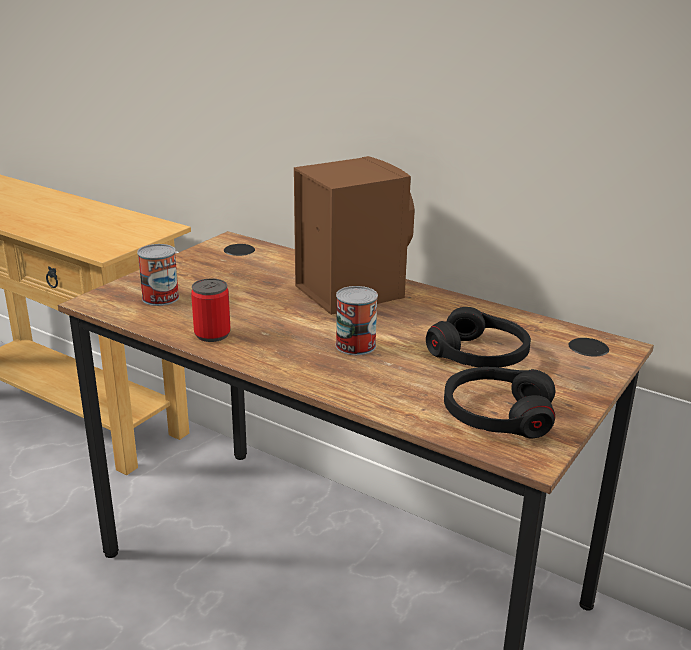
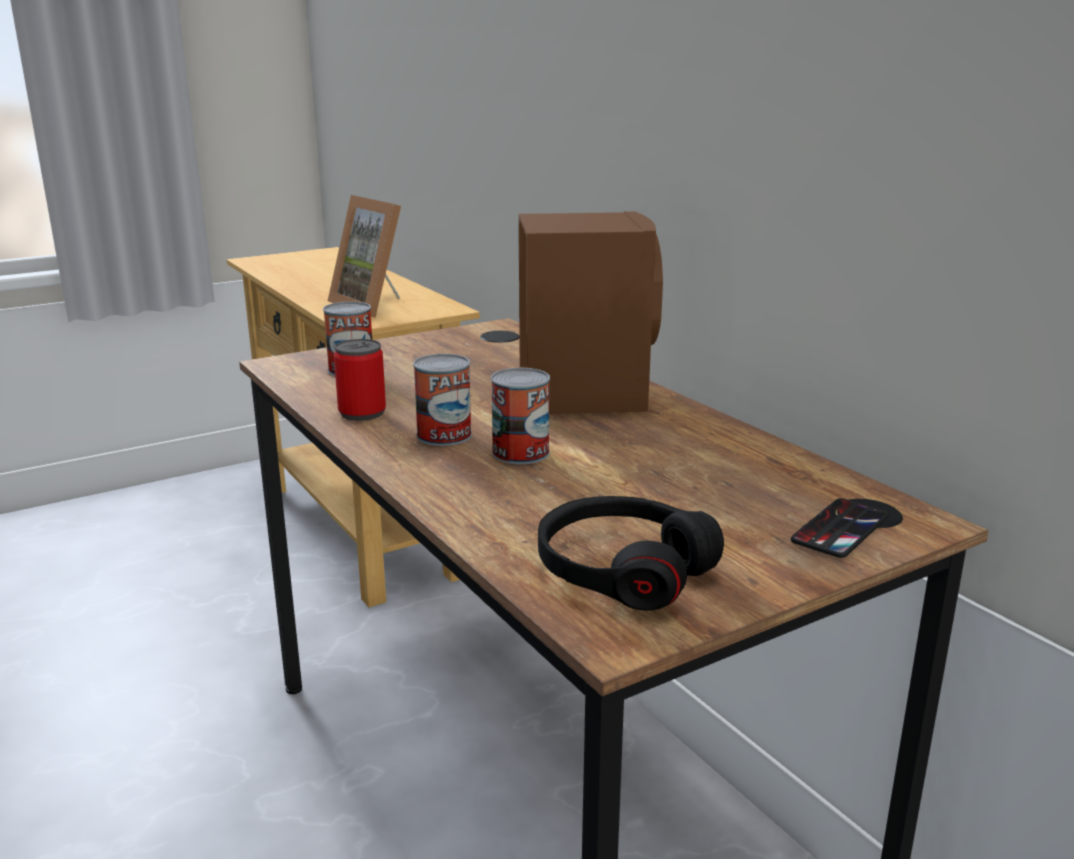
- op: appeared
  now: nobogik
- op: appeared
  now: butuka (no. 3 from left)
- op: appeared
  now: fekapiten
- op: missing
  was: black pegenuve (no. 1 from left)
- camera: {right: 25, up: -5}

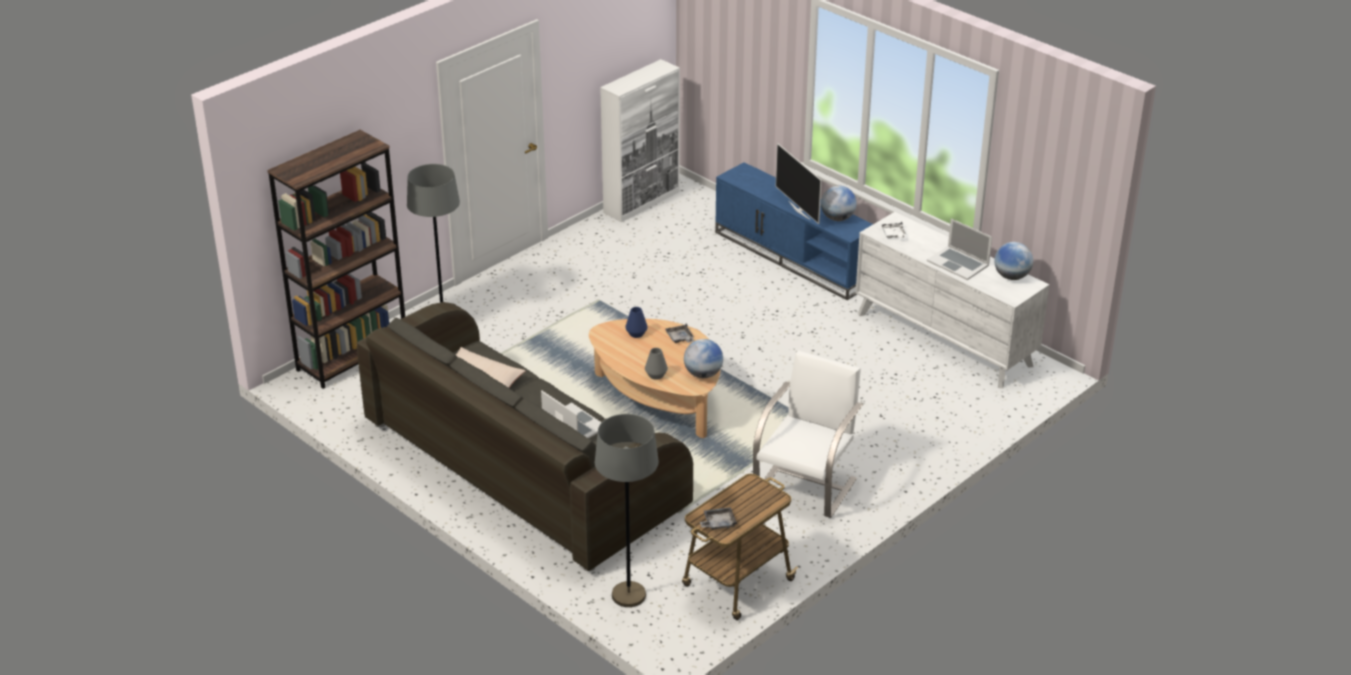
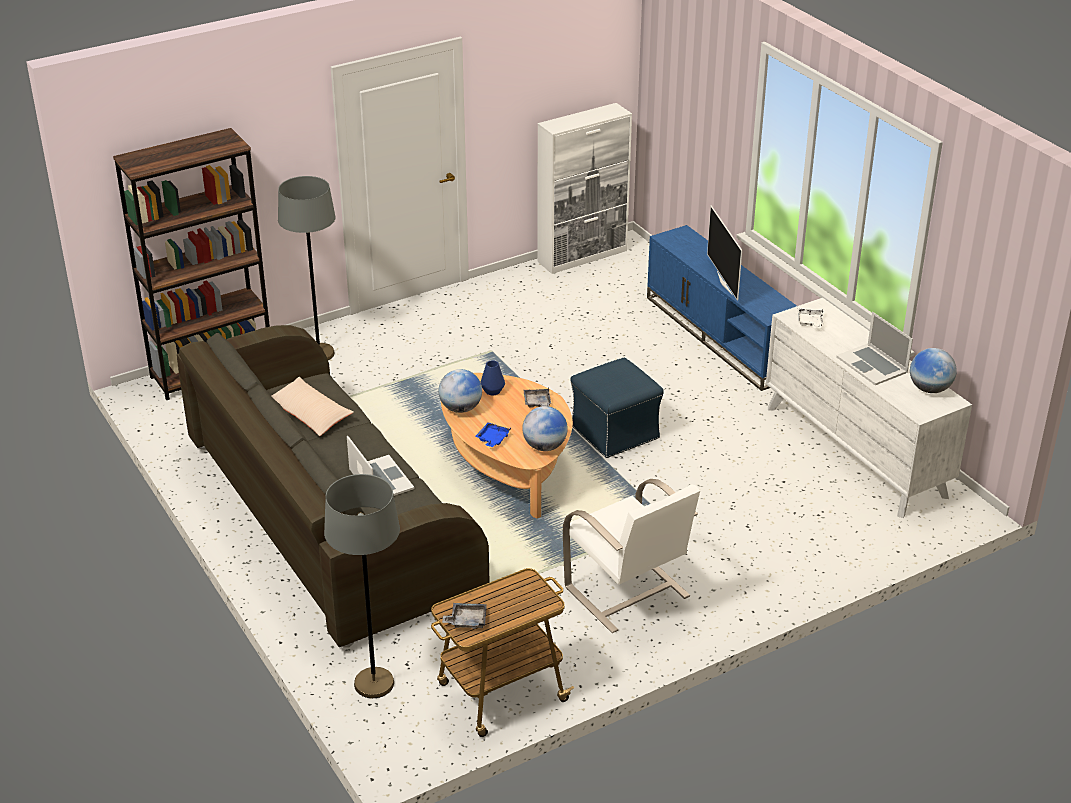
- op: relocated
  was: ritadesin (no. 2 from left in the first image)
  now: ritadesin (no. 1 from left)
- op: exchanged
  was: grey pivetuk
  now: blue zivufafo
- op: spun
  was: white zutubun
  clockwise: 105
- op: appeared
  now: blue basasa
- camera: {right: 15, up: 0}

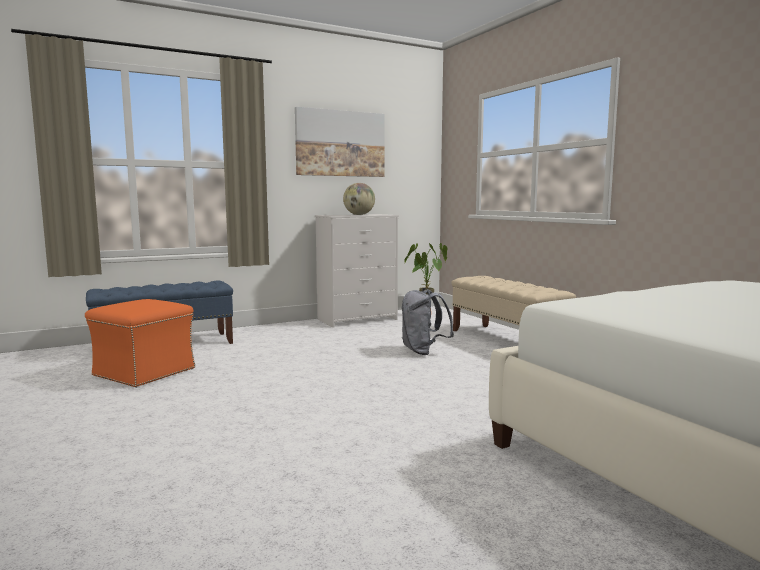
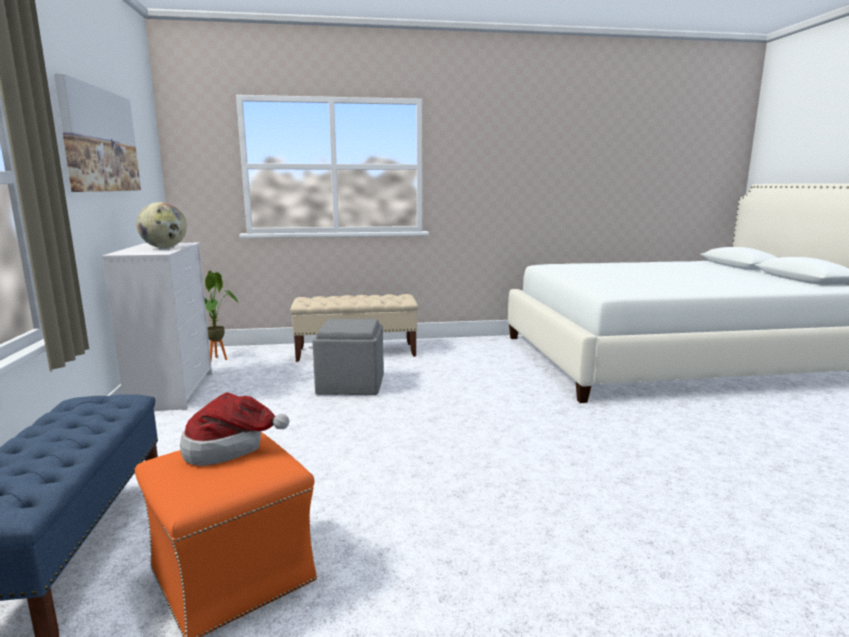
- op: appeared
  now: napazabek
- op: exchanged
  was: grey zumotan
  now: grey basasa
- camera: {right: -70, up: 5}

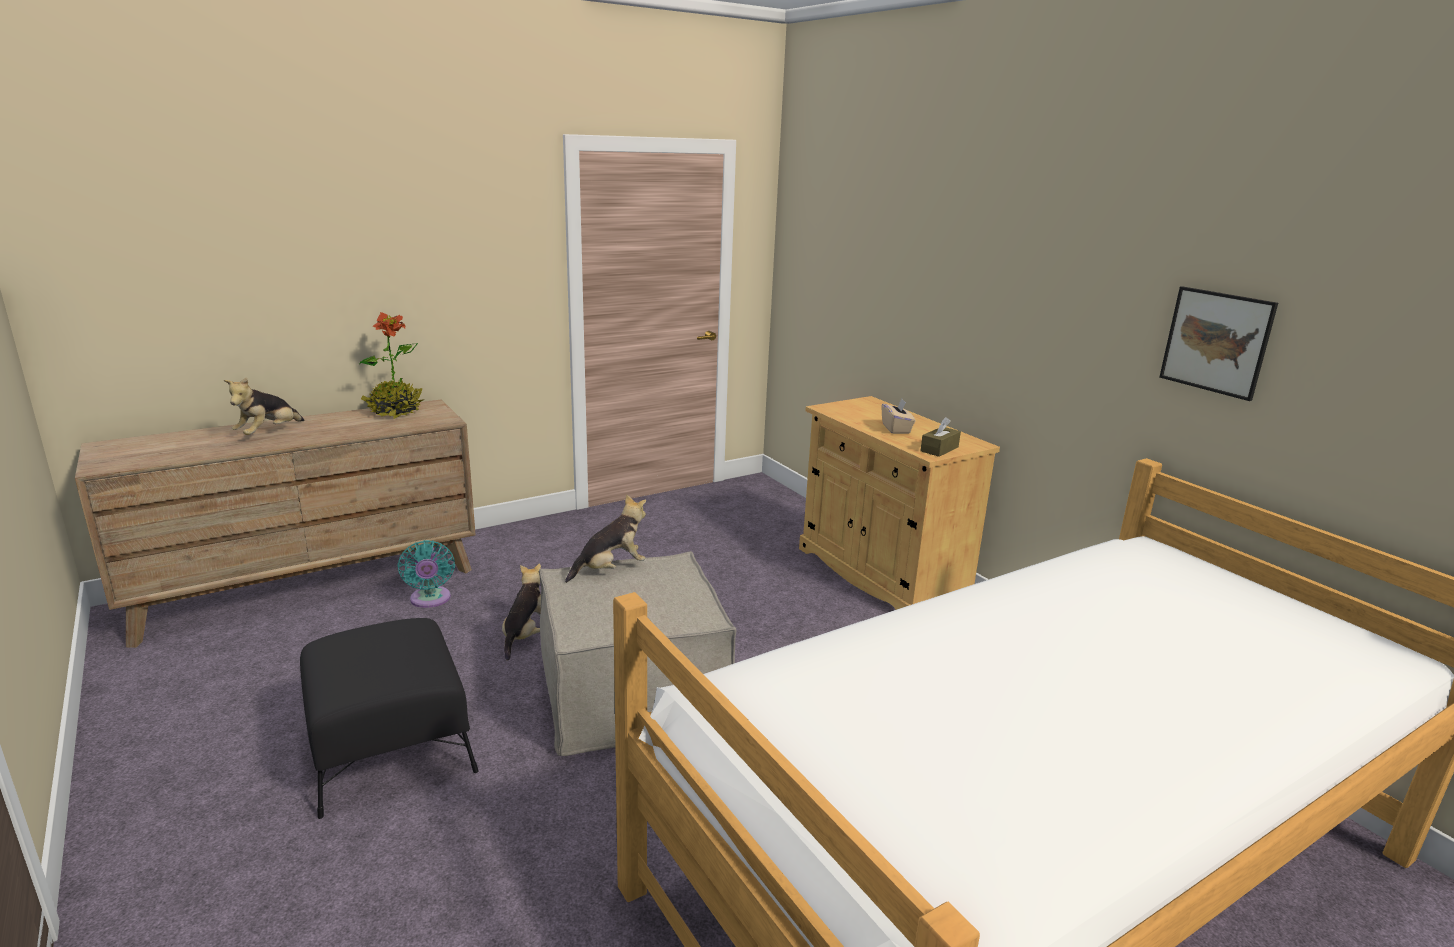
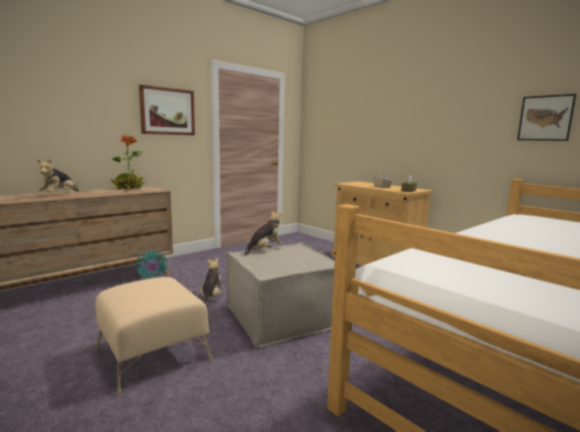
- op: colour
  was: black basasa
  now: beige basasa (no. 1 from left)
- op: appeared
  now: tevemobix (no. 1 from left)
- camera: {right: -10, up: -10}

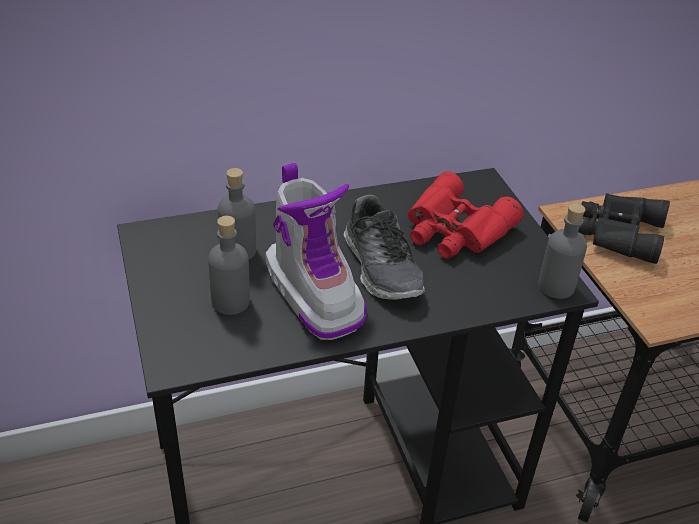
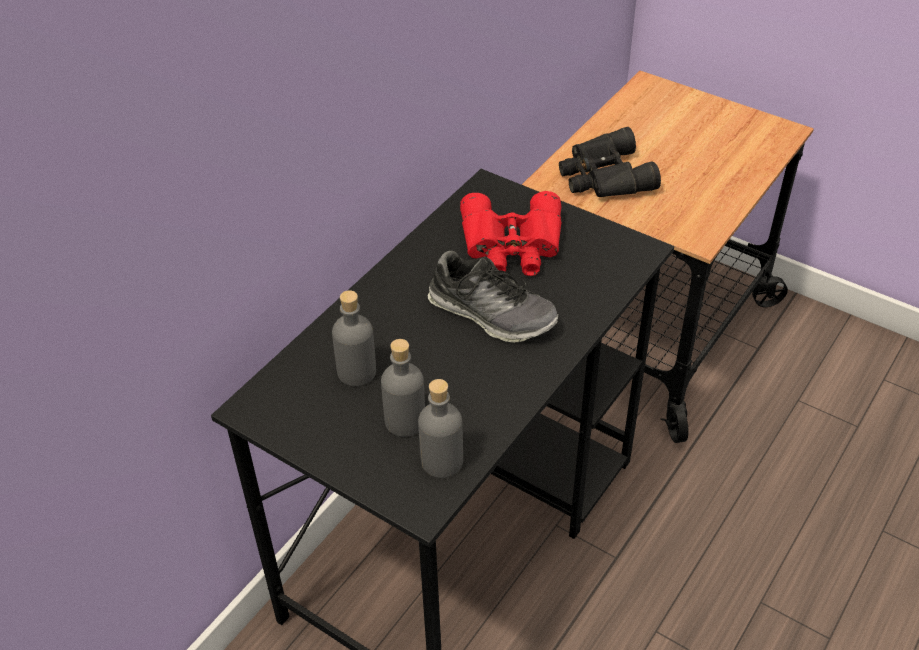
- op: relocated
  was: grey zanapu (no. 3 from left)
- op: missing
  was: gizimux
- camera: {right: -35, up: 5}

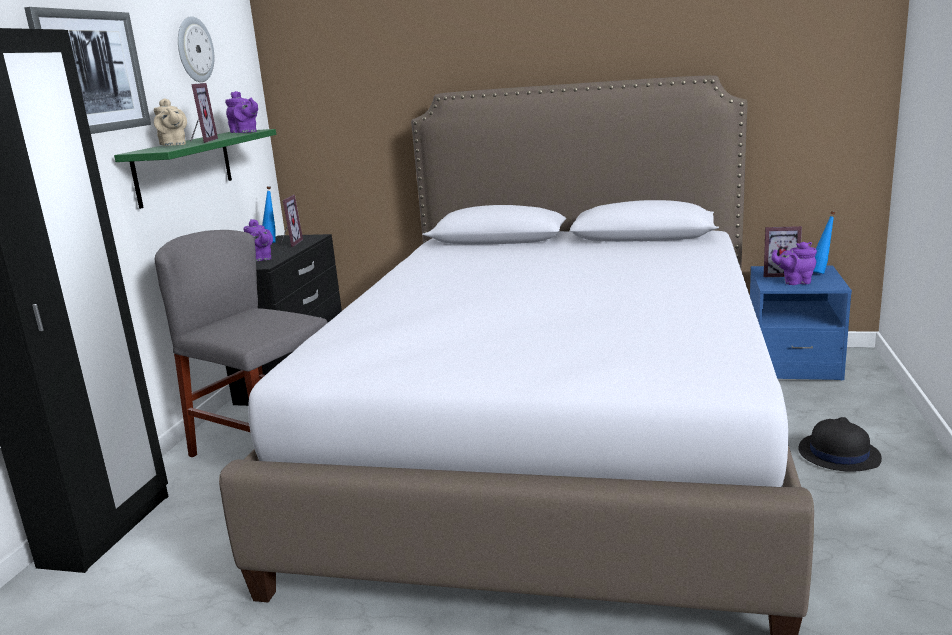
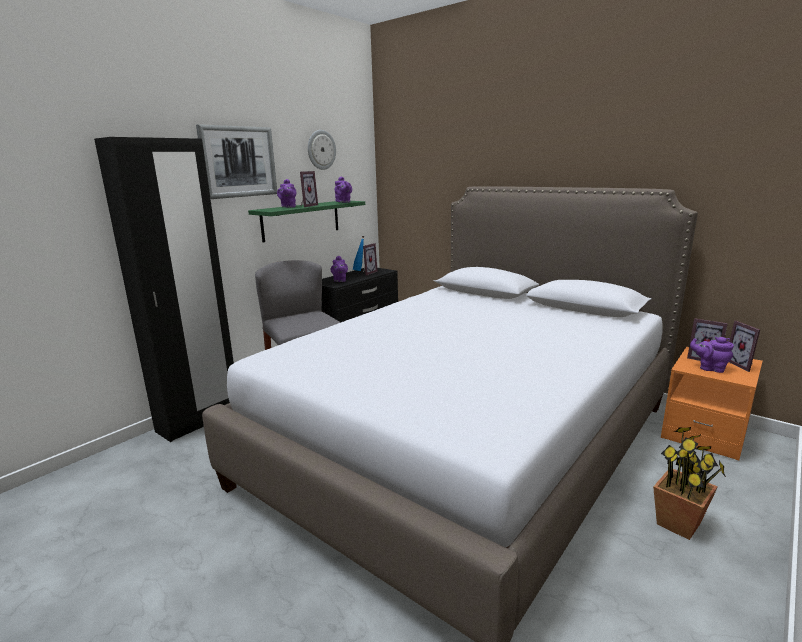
- op: colour
  was: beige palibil
  now: purple palibil (no. 1 from left)
- op: exchanged
  was: black napazabek
  now: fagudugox
- op: colour
  was: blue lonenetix
  now: orange lonenetix
- op: exchanged
  was: blue zanapu (no. 2 from left)
  now: nobogik (no. 4 from left)
- camera: {right: 25, up: 0}

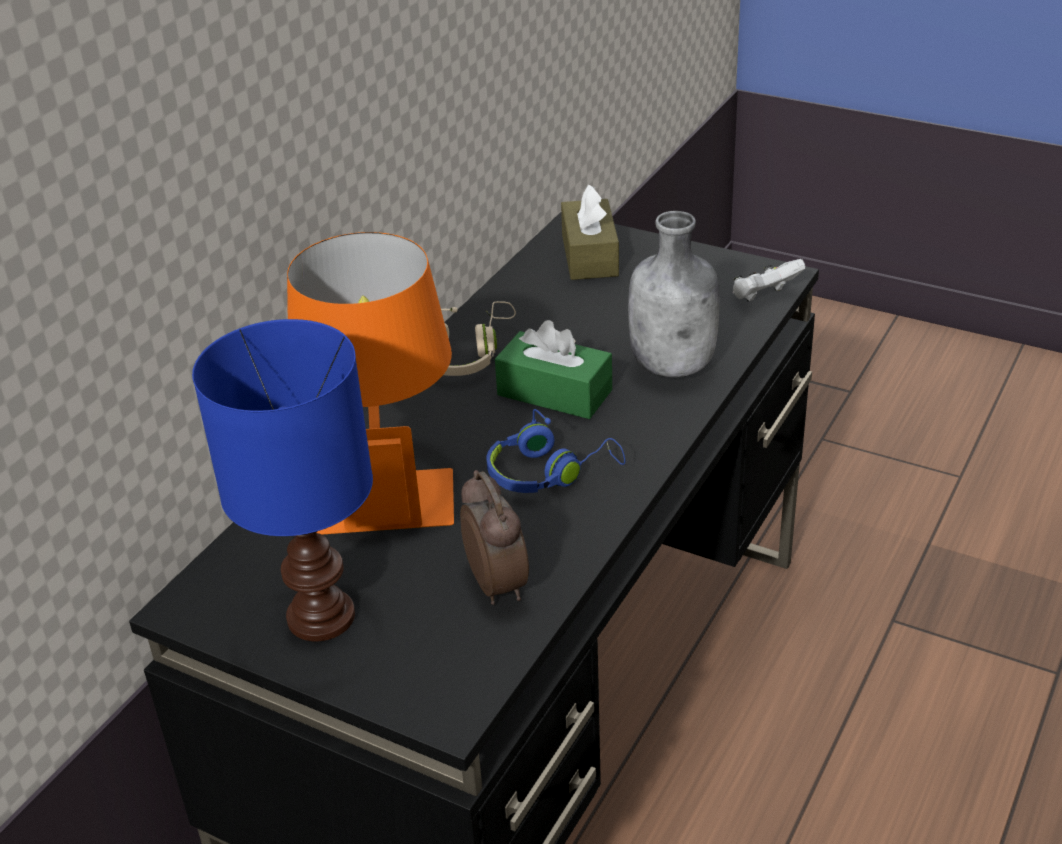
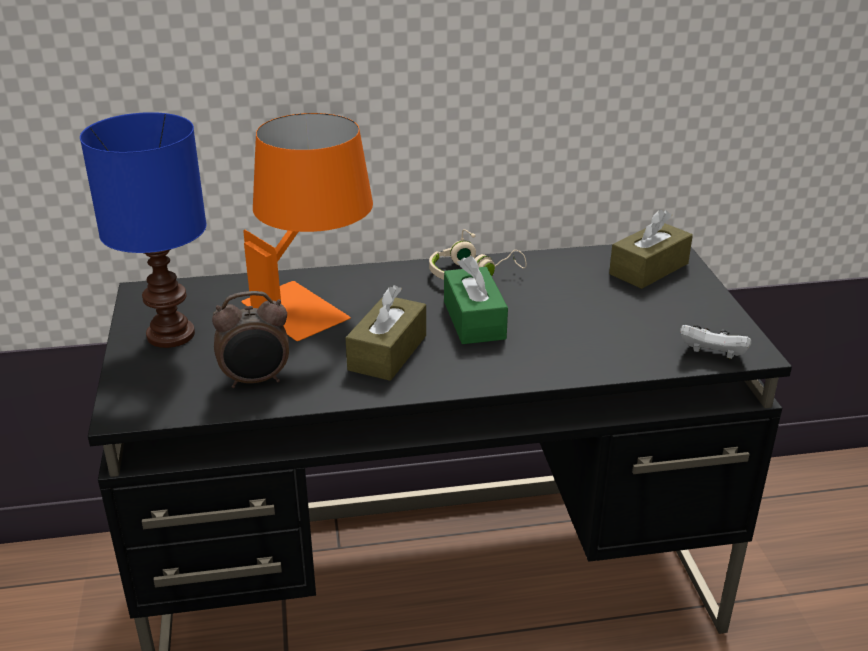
- op: spun
  was: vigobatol
  clockwise: 45
- op: exchanged
  was: blue pegenuve
  now: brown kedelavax (no. 1 from left)
- op: missing
  was: grey zanapu
- camera: {right: 50, up: -5}

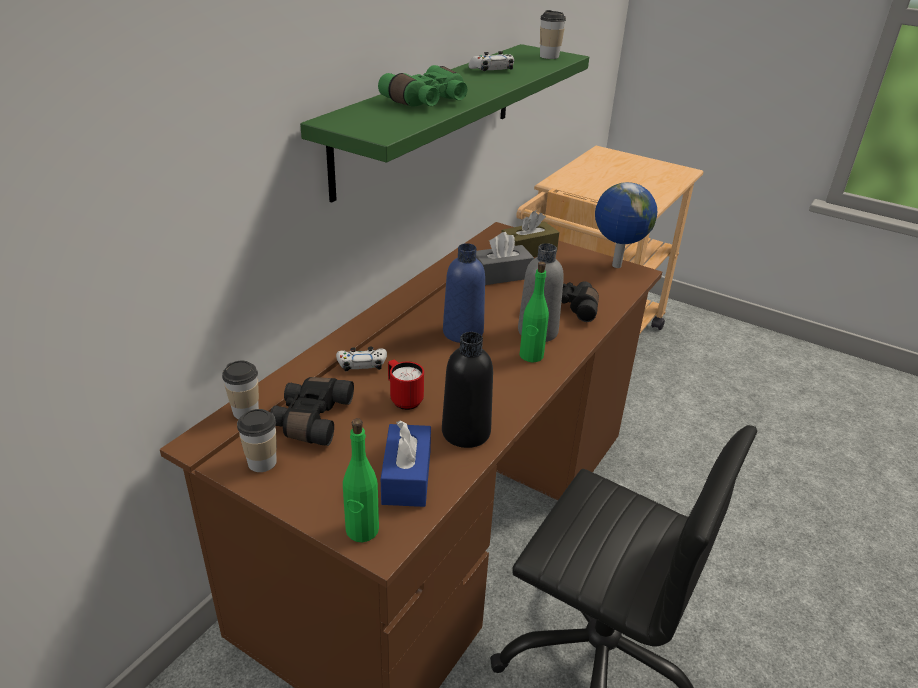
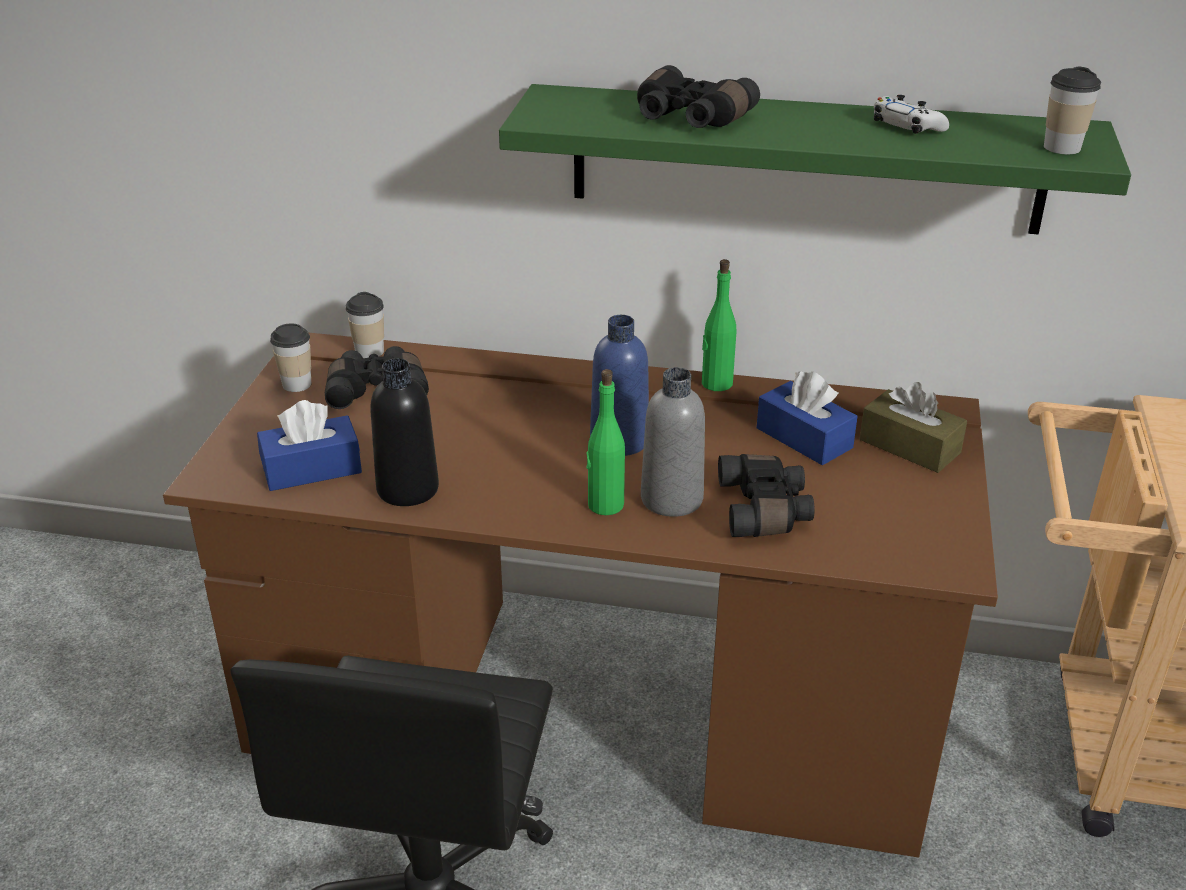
- op: colour
  was: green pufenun
  now: black pufenun (no. 2 from left)
- op: relocated
  was: green zanapu (no. 1 from left in the first image)
  now: green zanapu (no. 2 from left)
- op: colour
  was: grey kedelavax
  now: blue kedelavax (no. 2 from left)
- op: missing
  was: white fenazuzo (no. 1 from left)
- op: missing
  was: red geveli
- op: missing
  was: ritadesin
- camera: {right: 70, up: 0}

